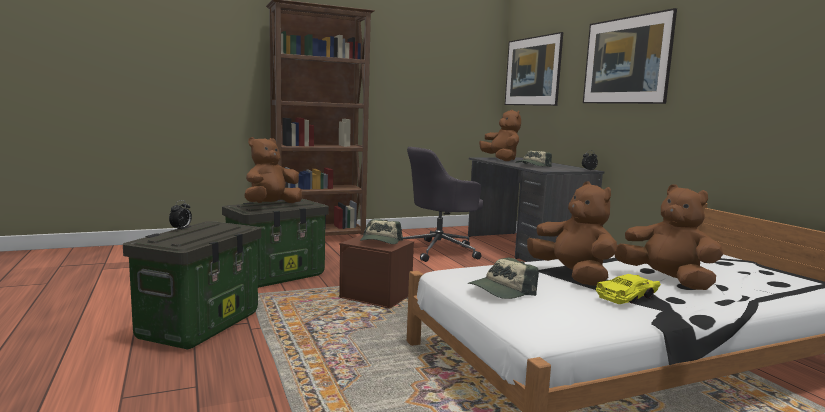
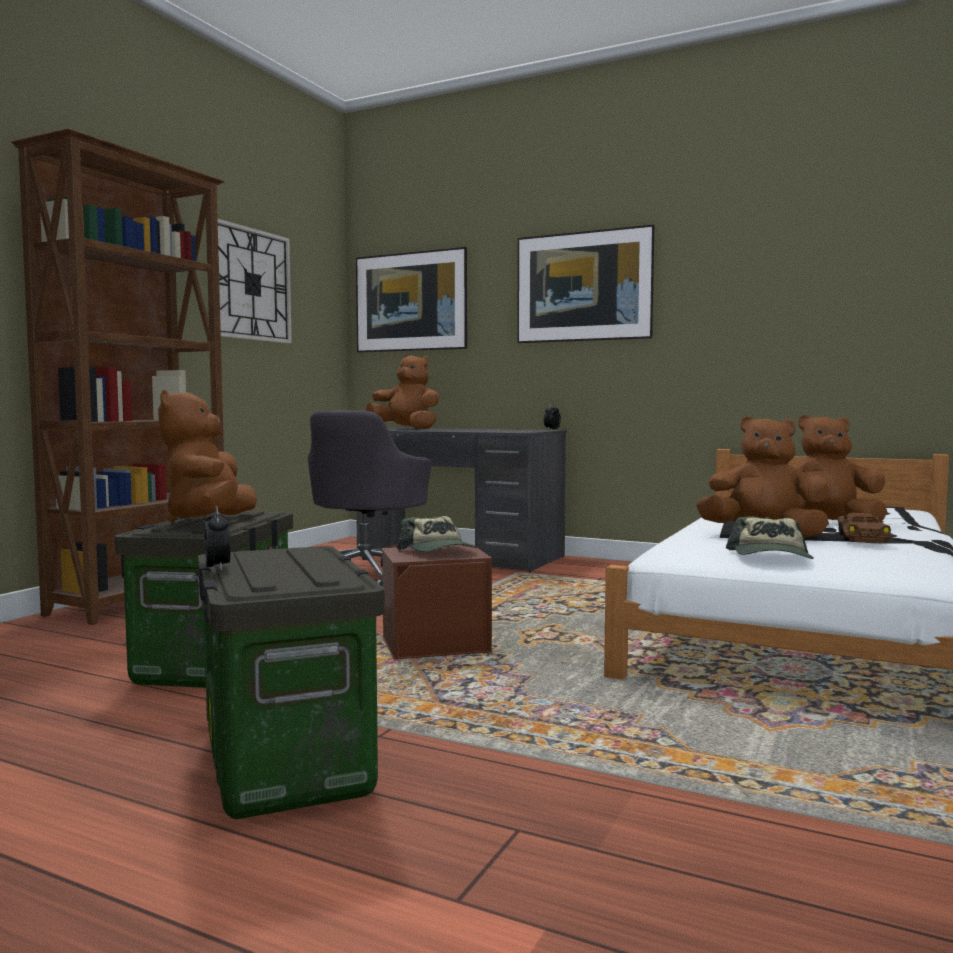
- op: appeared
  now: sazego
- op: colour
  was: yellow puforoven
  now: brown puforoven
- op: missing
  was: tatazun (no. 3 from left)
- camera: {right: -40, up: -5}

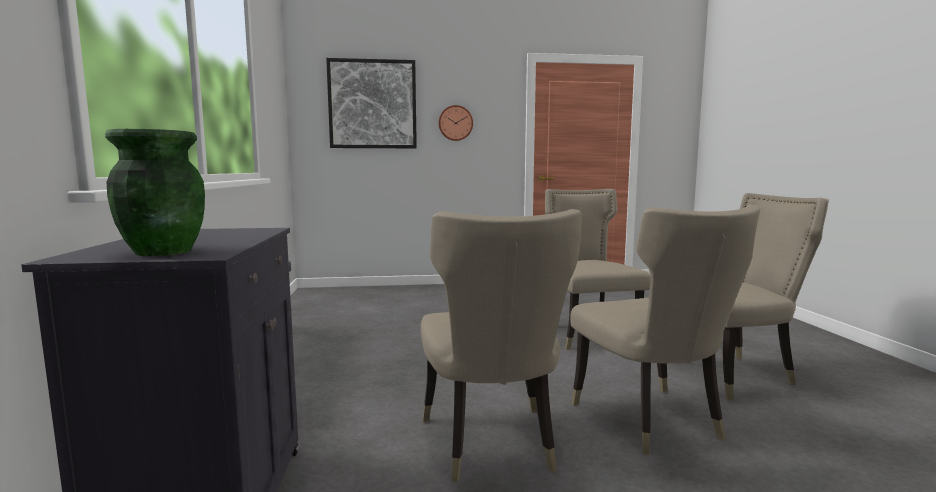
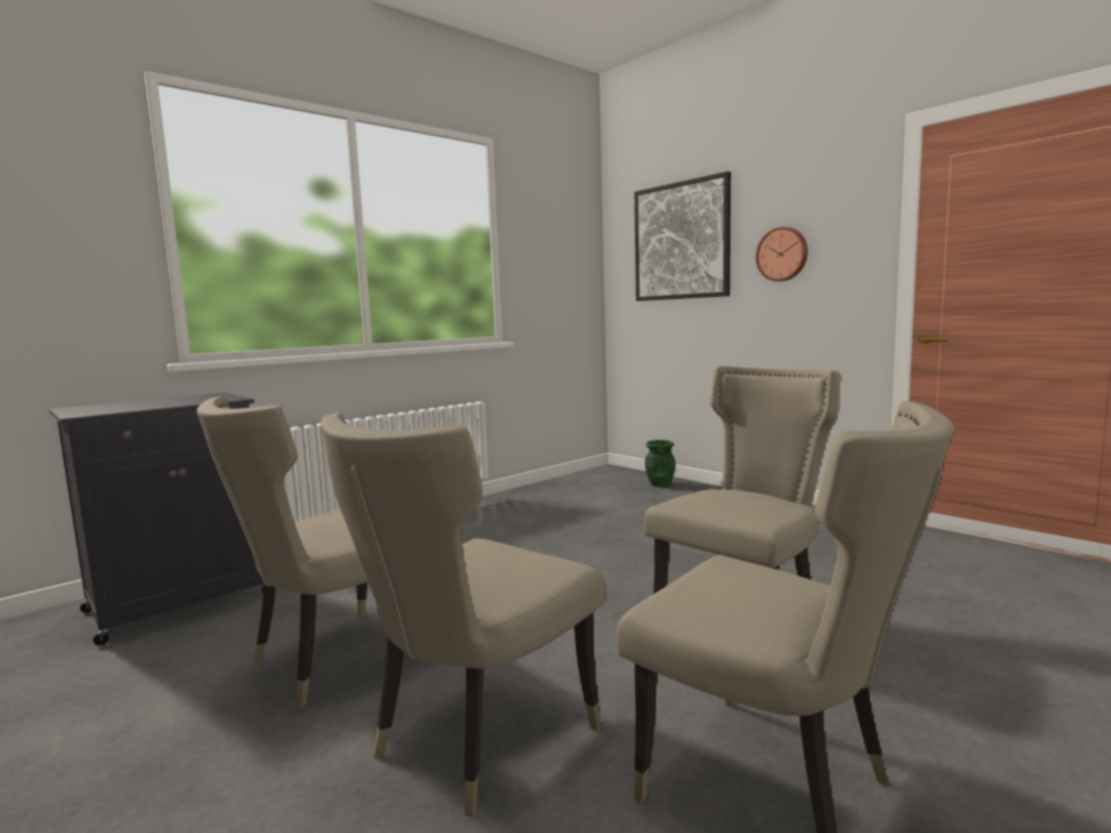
- op: relocated
  was: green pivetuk
- camera: {right: 55, up: 0}

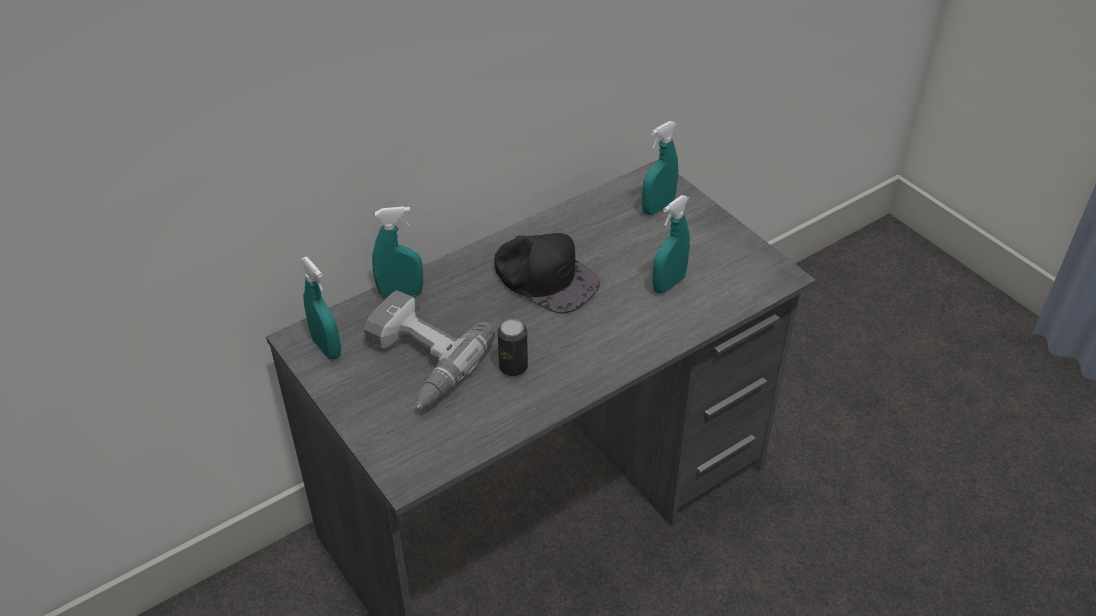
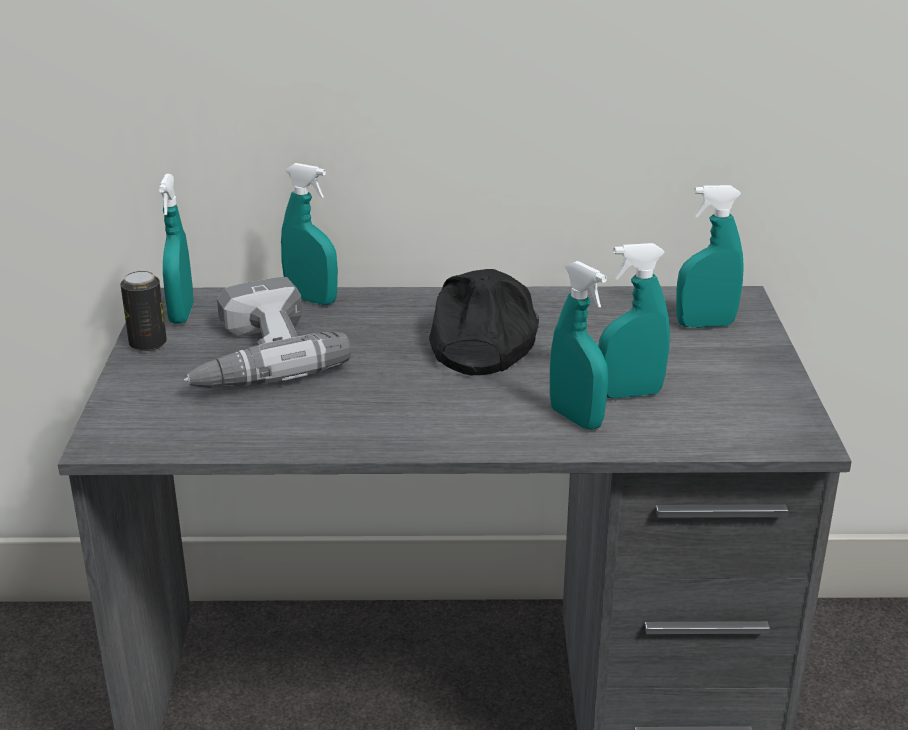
- op: relocated
  was: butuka
- op: spun
  was: black tatazun
  clockwise: -150
- op: appeared
  now: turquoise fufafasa (no. 3 from left)
- camera: {right: 35, up: -15}

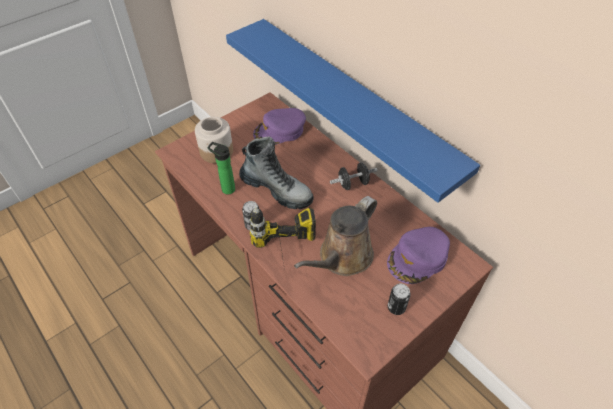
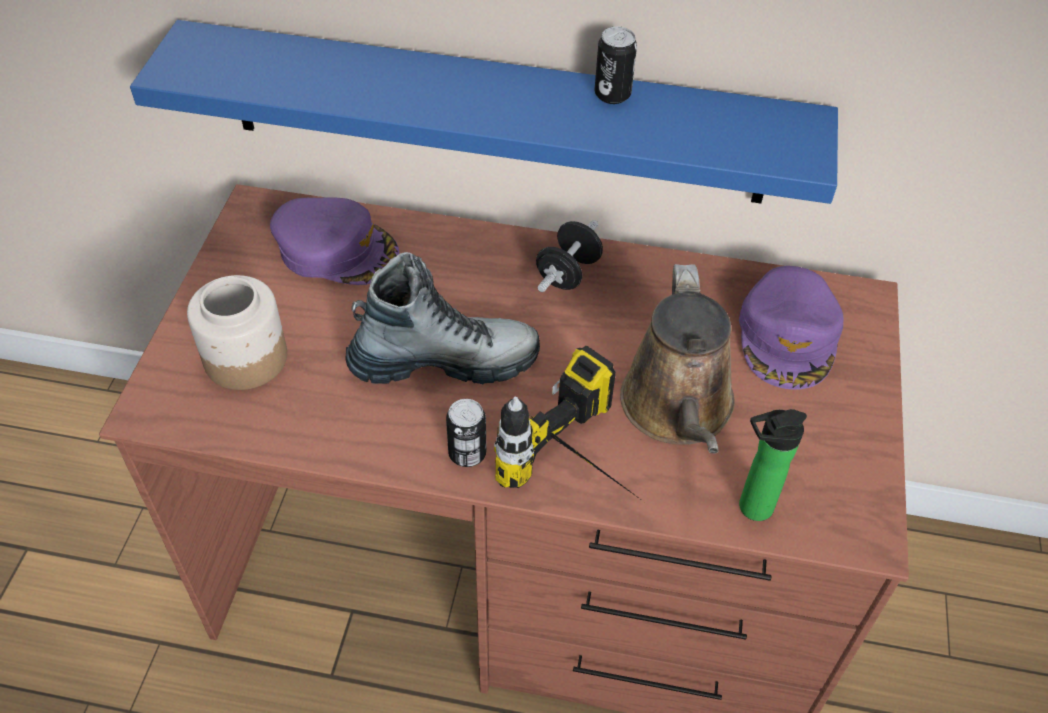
- op: spun
  was: purple tatazun (no. 1 from left)
  clockwise: -90
- op: relocated
  was: butuka (no. 2 from left)
- op: relocated
  was: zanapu
- camera: {right: -40, up: 0}

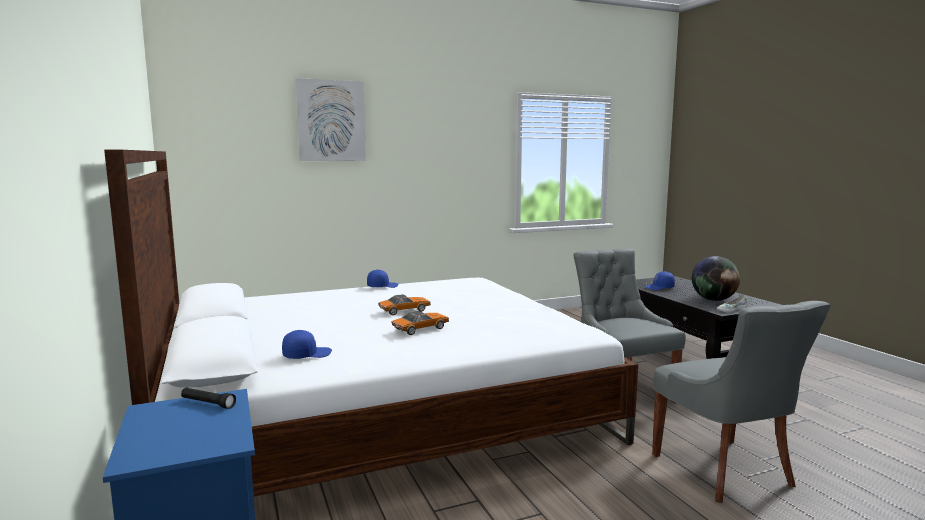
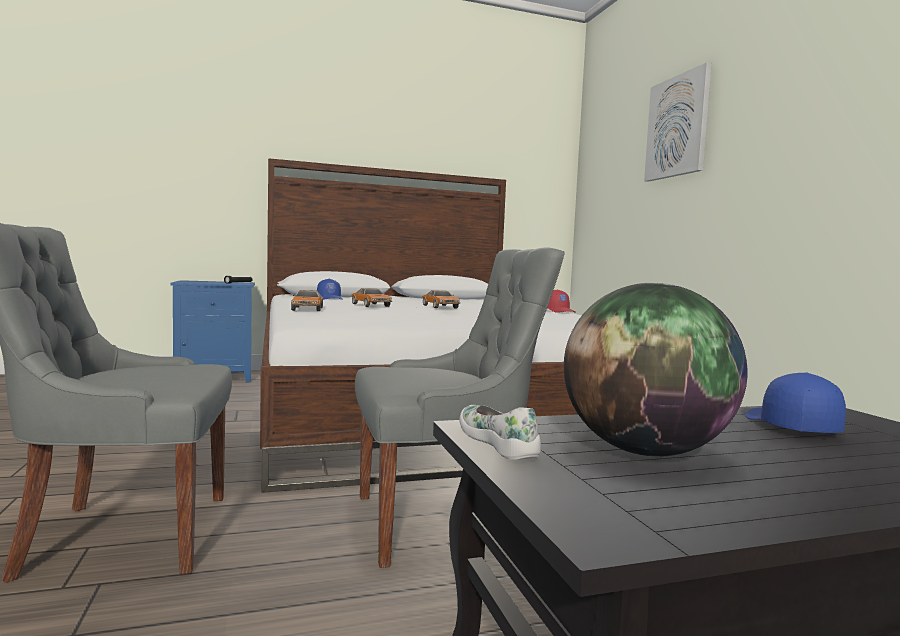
- op: appeared
  now: puforoven (no. 1 from left)
- op: colour
  was: blue tatazun (no. 2 from left)
  now: red tatazun
- camera: {right: 95, up: -5}

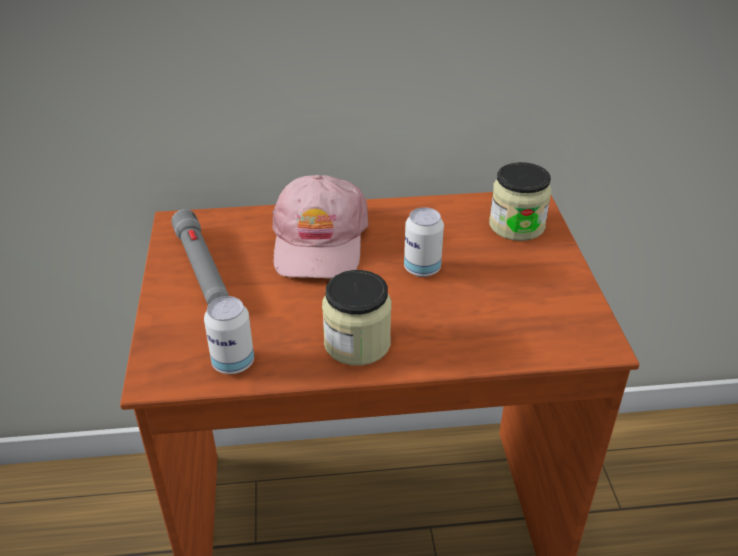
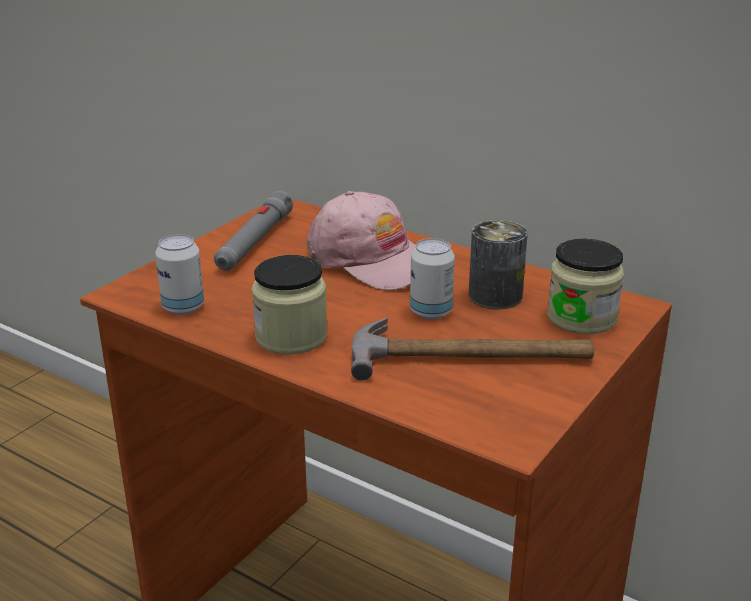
- op: spun
  was: pink tatazun
  clockwise: -90
- op: appeared
  now: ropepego
- op: appeared
  now: butuka (no. 3 from left)
- camera: {right: 40, up: -10}

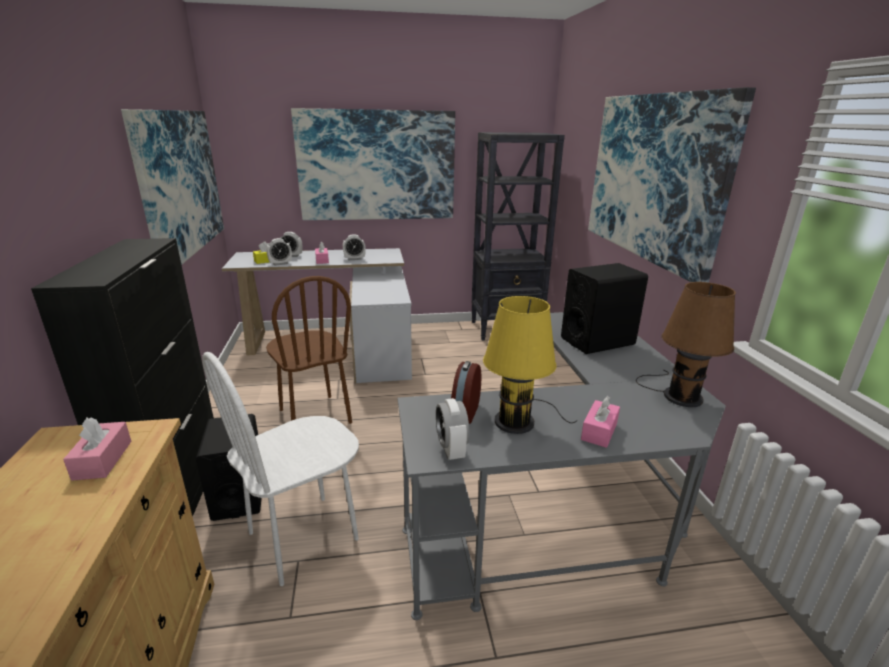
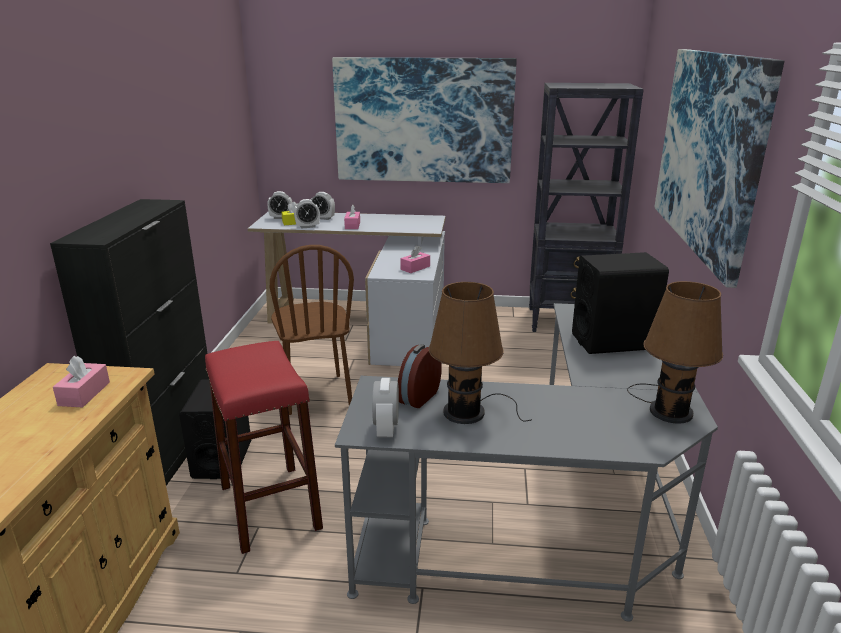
- op: exchanged
  was: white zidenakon
  now: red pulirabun
- op: relocated
  was: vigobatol (no. 3 from left in the first image)
  now: vigobatol (no. 1 from left)
- op: relocated
  was: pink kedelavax (no. 3 from left)
- op: colour
  was: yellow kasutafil
  now: brown kasutafil (no. 1 from left)
- op: missing
  was: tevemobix (no. 1 from left)
- camera: {right: 15, up: 0}

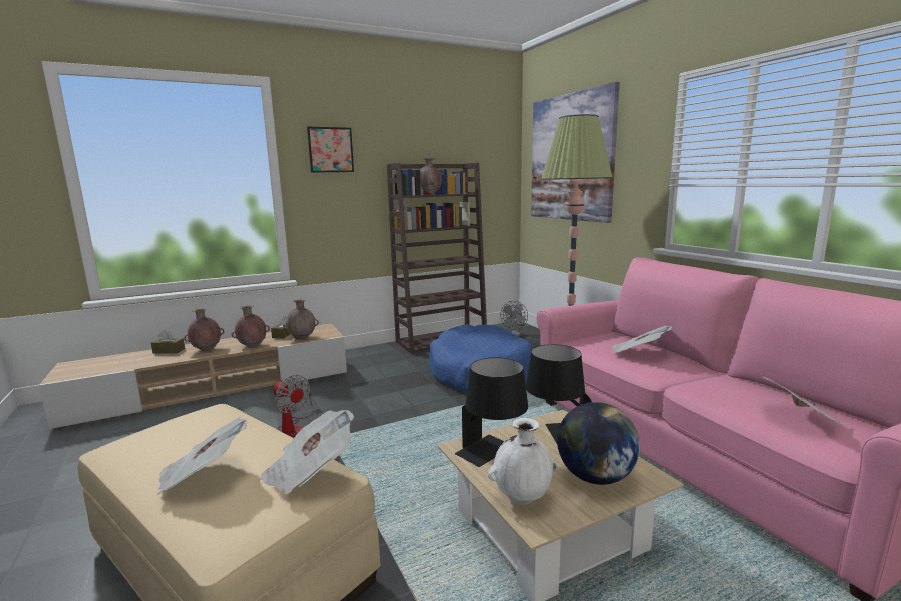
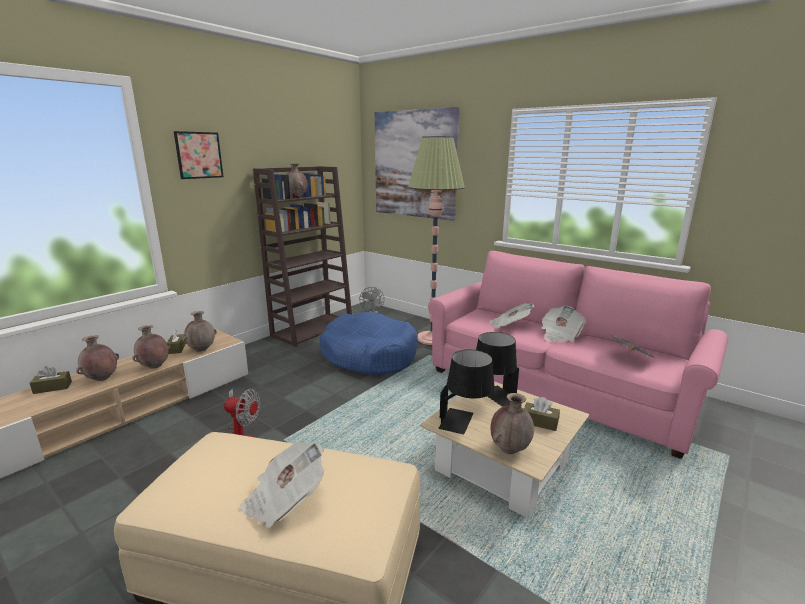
- op: colour
  was: white pivetuk
  now: brown pivetuk (no. 5 from left)
- op: exchanged
  was: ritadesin
  now: brown kedelavax (no. 3 from left)
- op: relocated
  was: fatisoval (no. 2 from left in the first image)
  now: fatisoval (no. 3 from left)
- camera: {right: -25, up: 5}

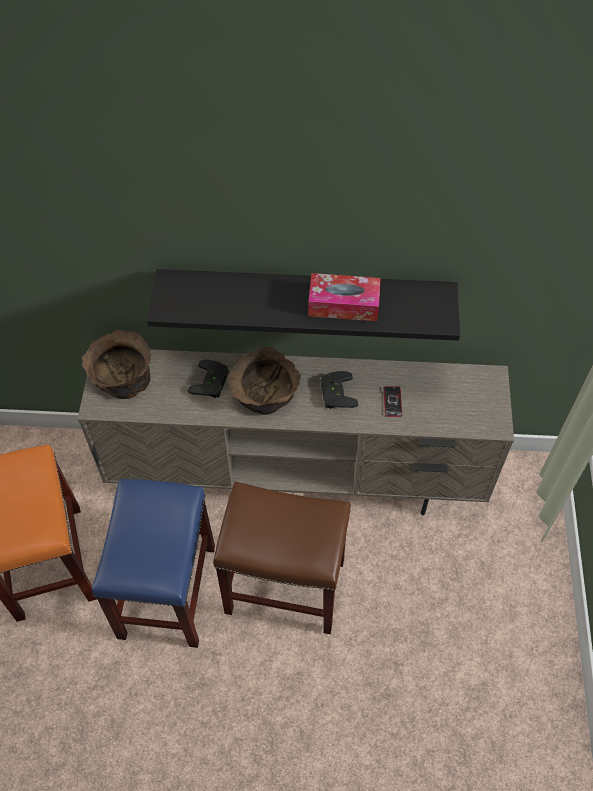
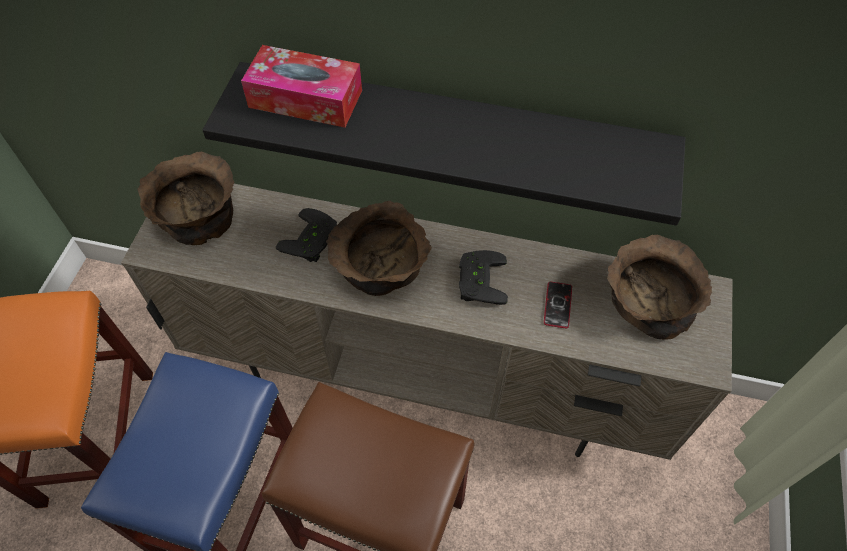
- op: relocated
  was: kedelavax
- op: appeared
  now: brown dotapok (no. 3 from left)
- camera: {right: 10, up: 0}

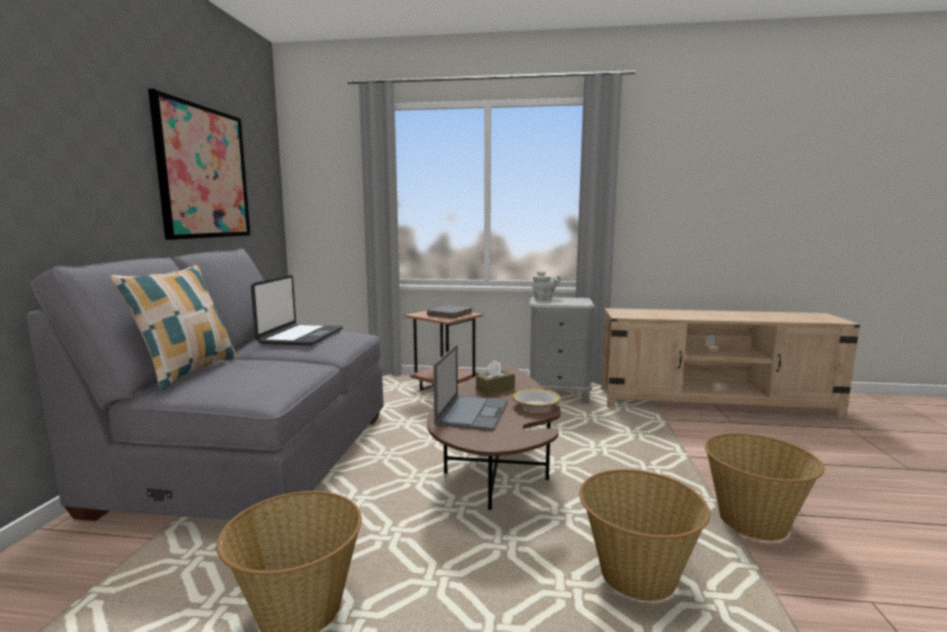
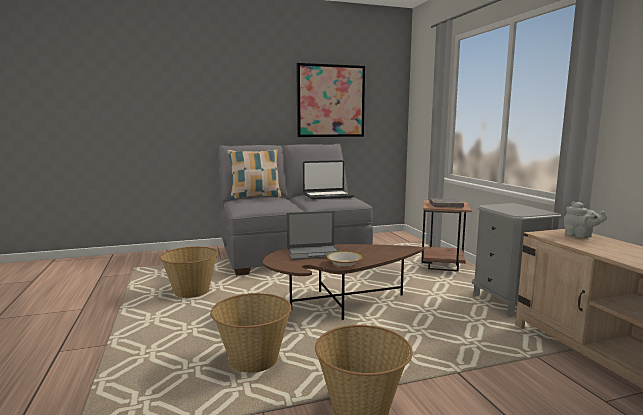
- op: relocated
  was: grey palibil
- op: missing
  was: brown kedelavax
- camera: {right: 65, up: 0}

